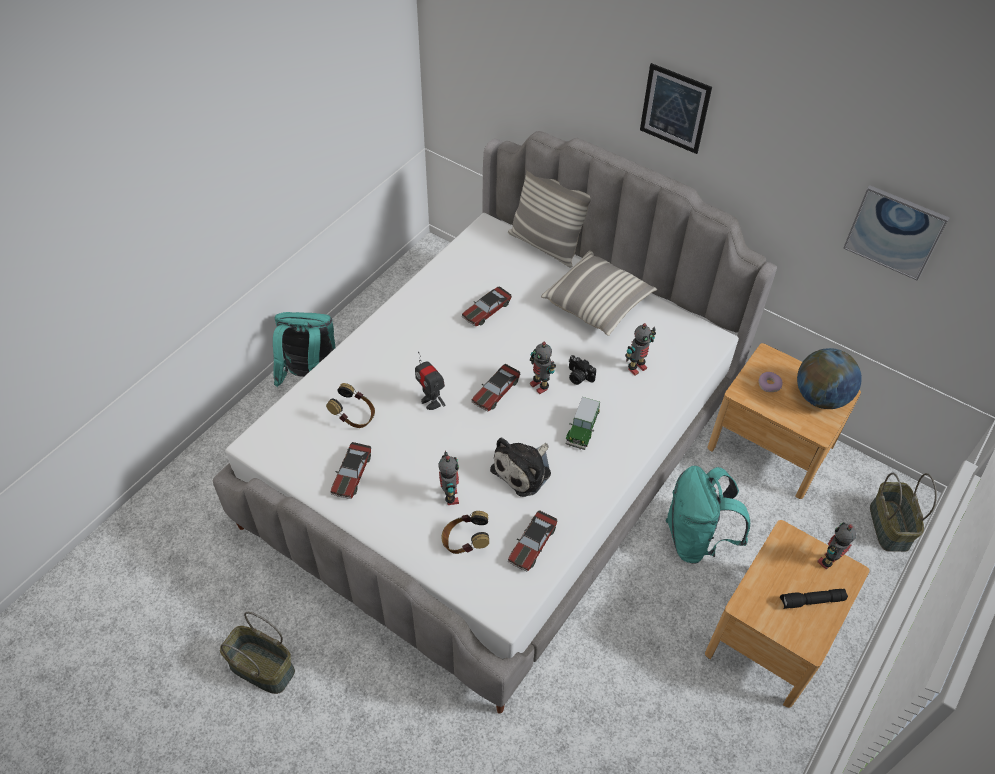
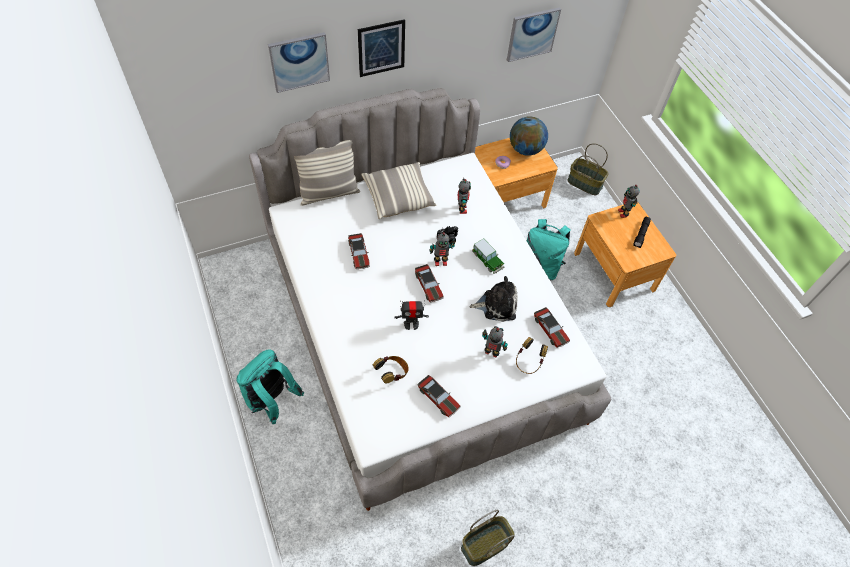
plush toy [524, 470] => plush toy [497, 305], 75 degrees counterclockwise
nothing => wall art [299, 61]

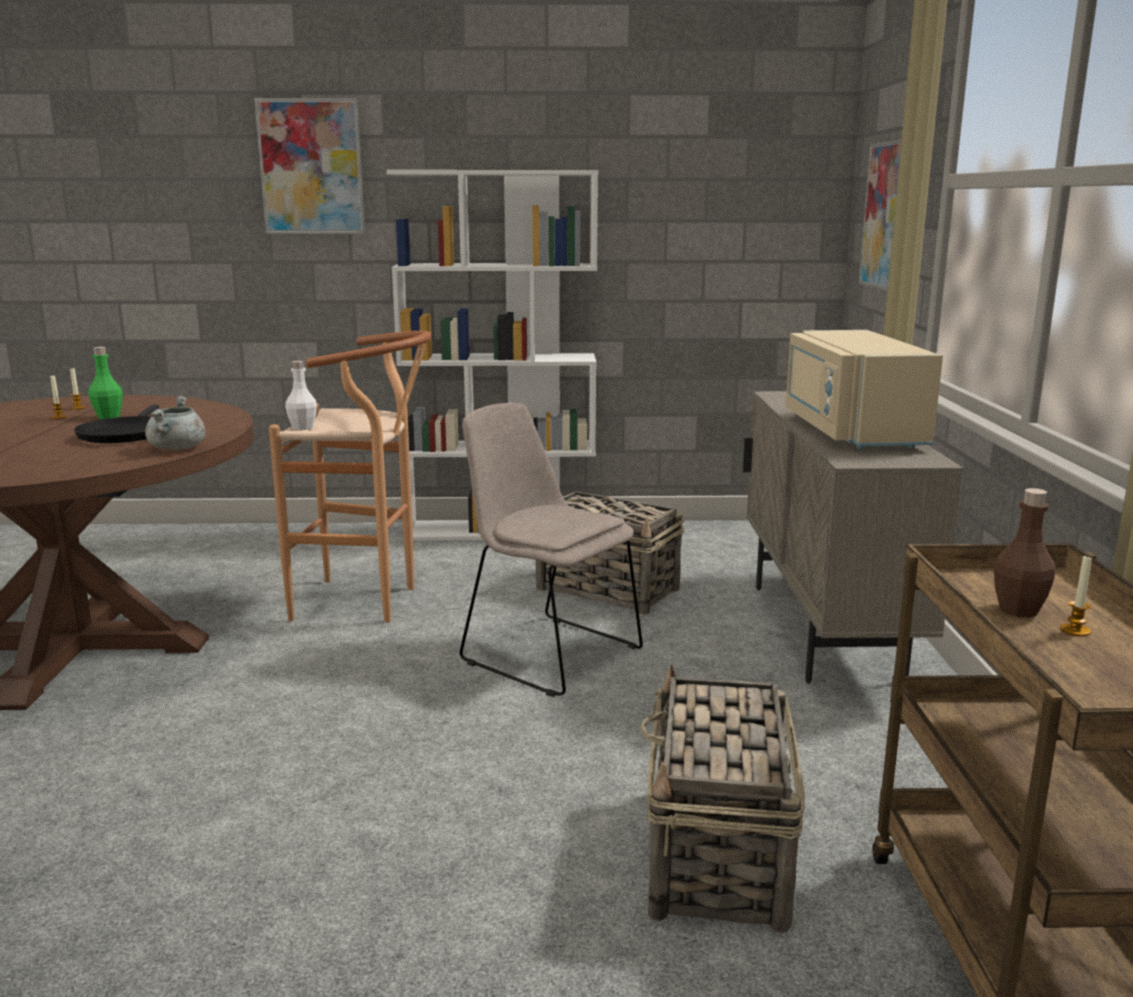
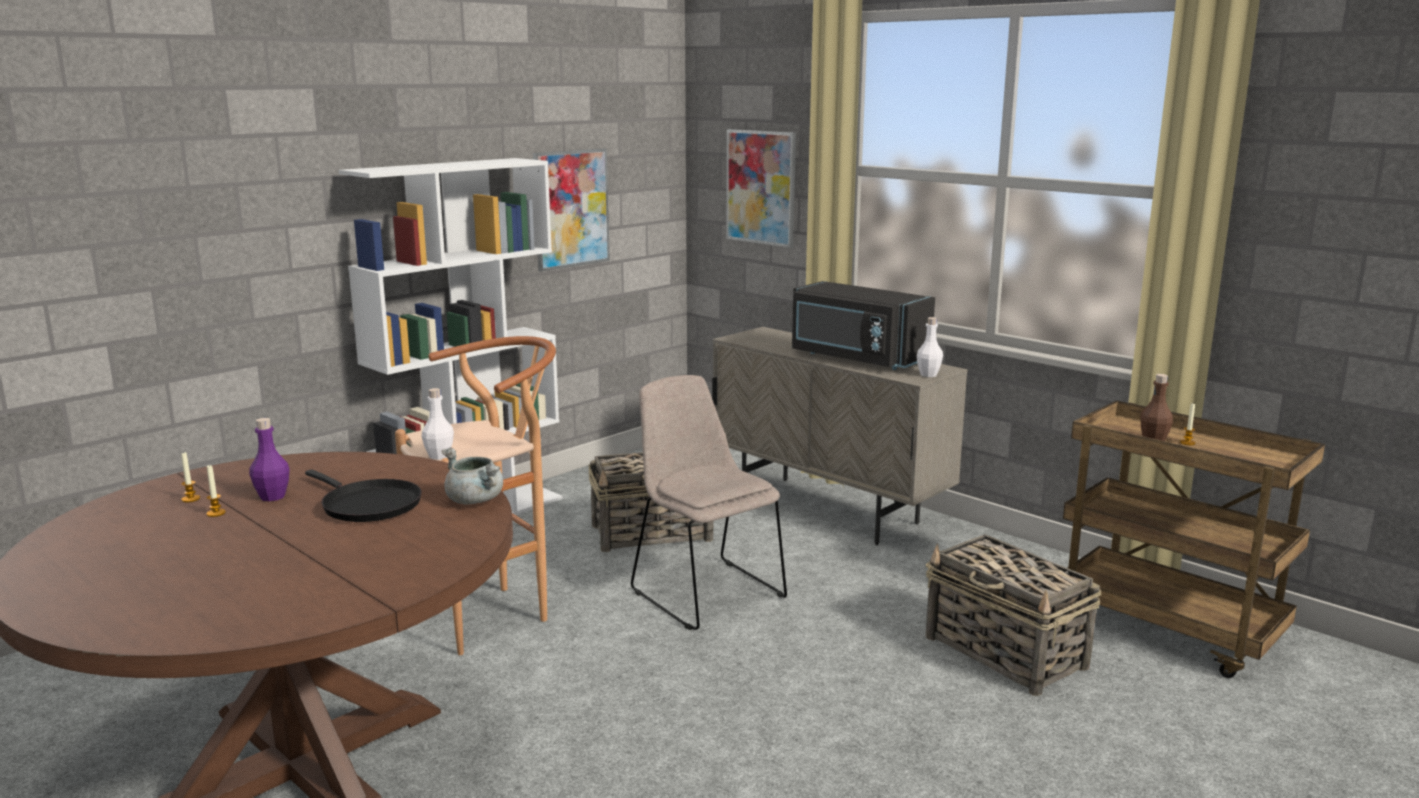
wall art [311, 167] => wall art [571, 209], move
kitchen microwave (beige) [849, 431] => kitchen microwave (blackish) [856, 358]
drink bottle (greenish) [108, 417] => drink bottle (purple-coloured) [272, 497]
chair (beige) [547, 653] => chair (beige) [705, 591], 60 degrees clockwise
nothing => drink bottle (whitish) [928, 375]

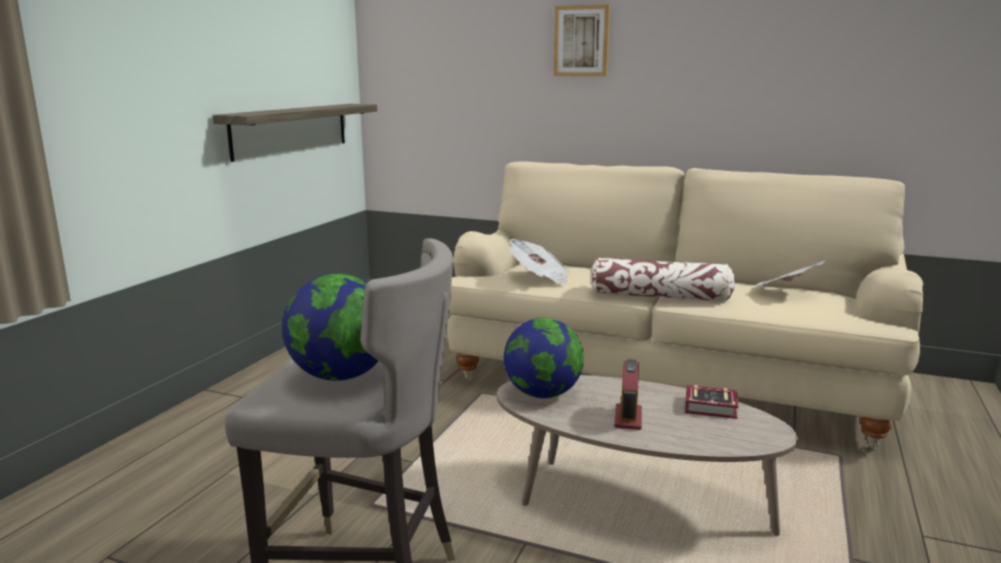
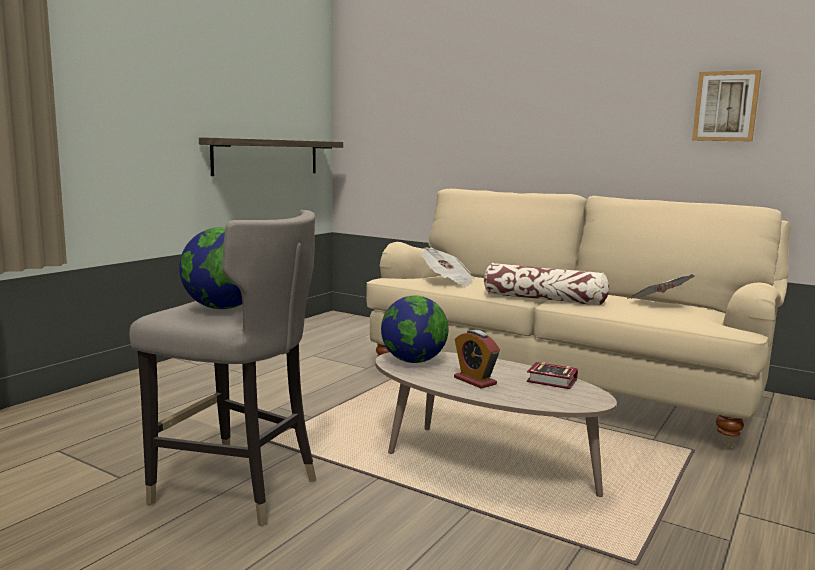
wall art [581, 41] => wall art [726, 106], move
alarm clock [628, 418] => alarm clock [475, 381], 120 degrees clockwise

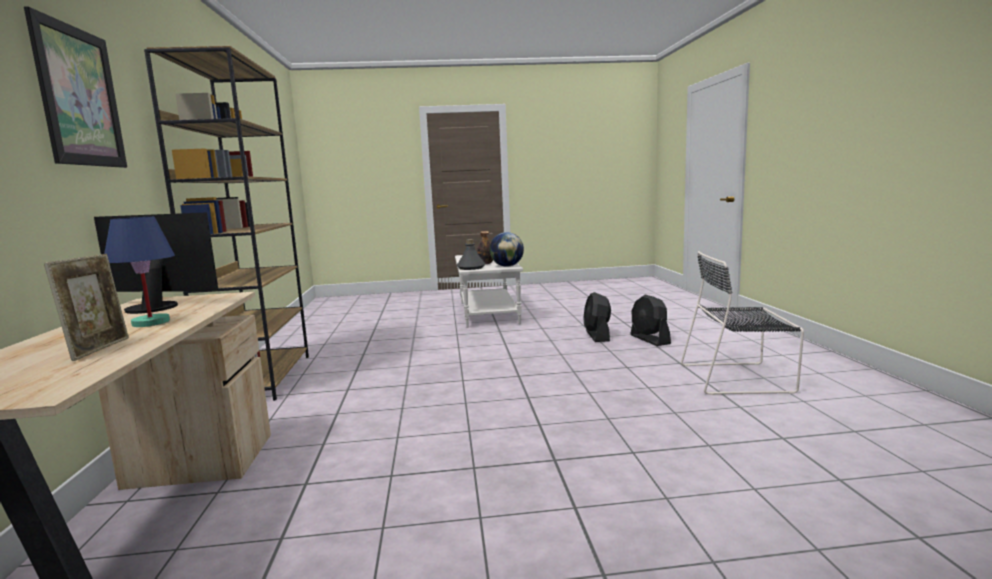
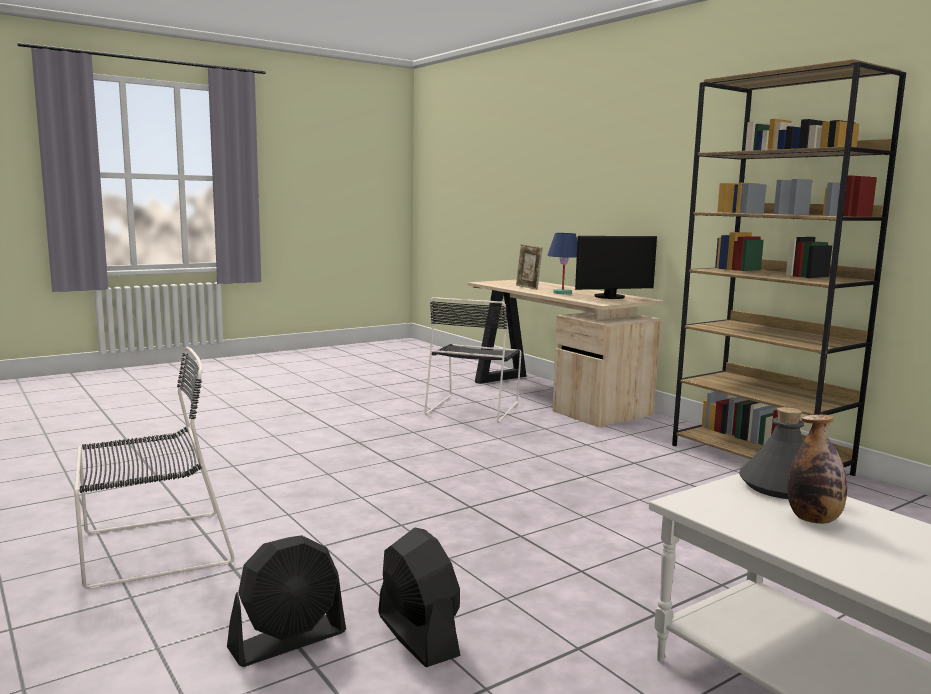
wall art [79, 97] => nothing
world globe [507, 266] => nothing
fan (blackish) [650, 339] => fan (blackish) [288, 640], 105 degrees clockwise
nothing => chair (blackish) [473, 408]

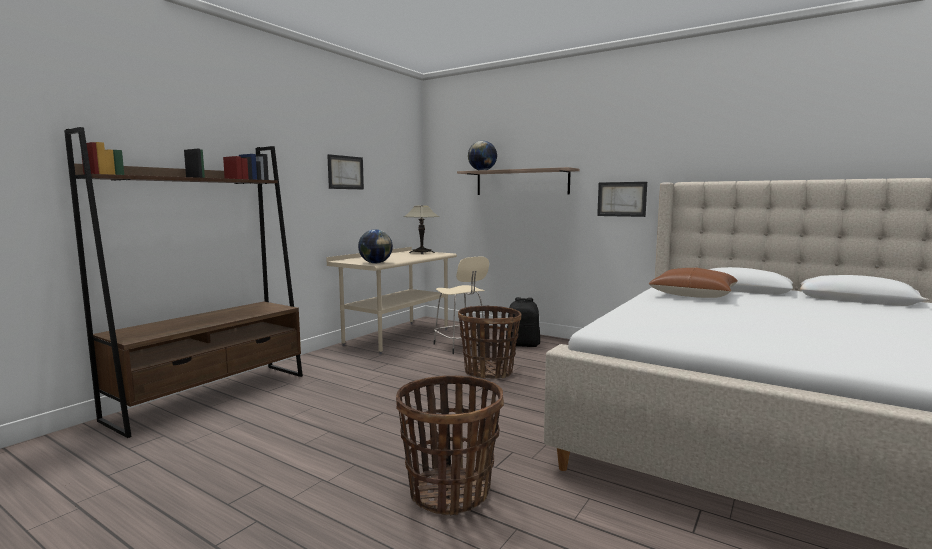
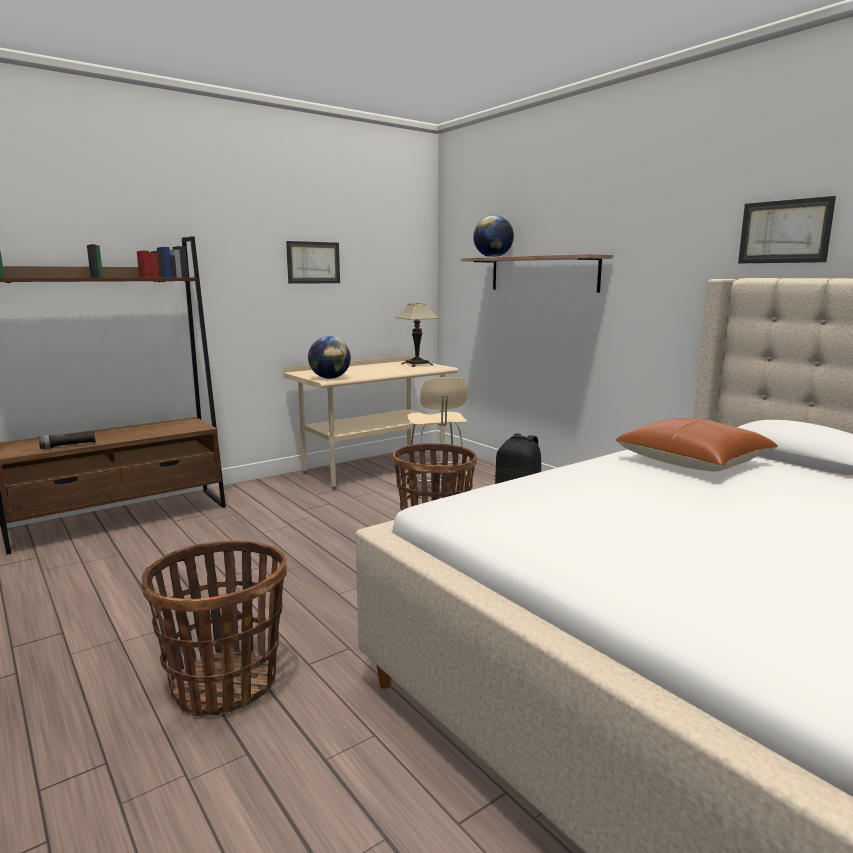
wall art [621, 199] => wall art [784, 231], move
nothing => torch (blackish) [68, 446]

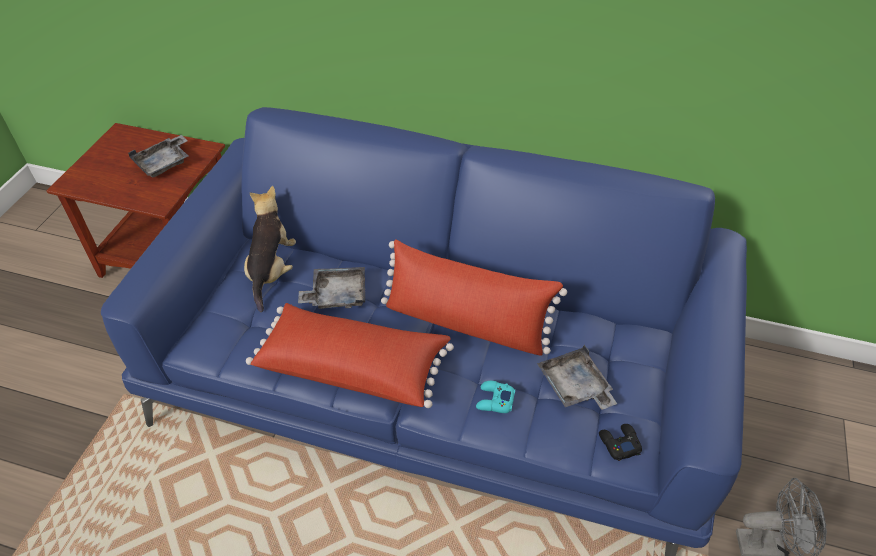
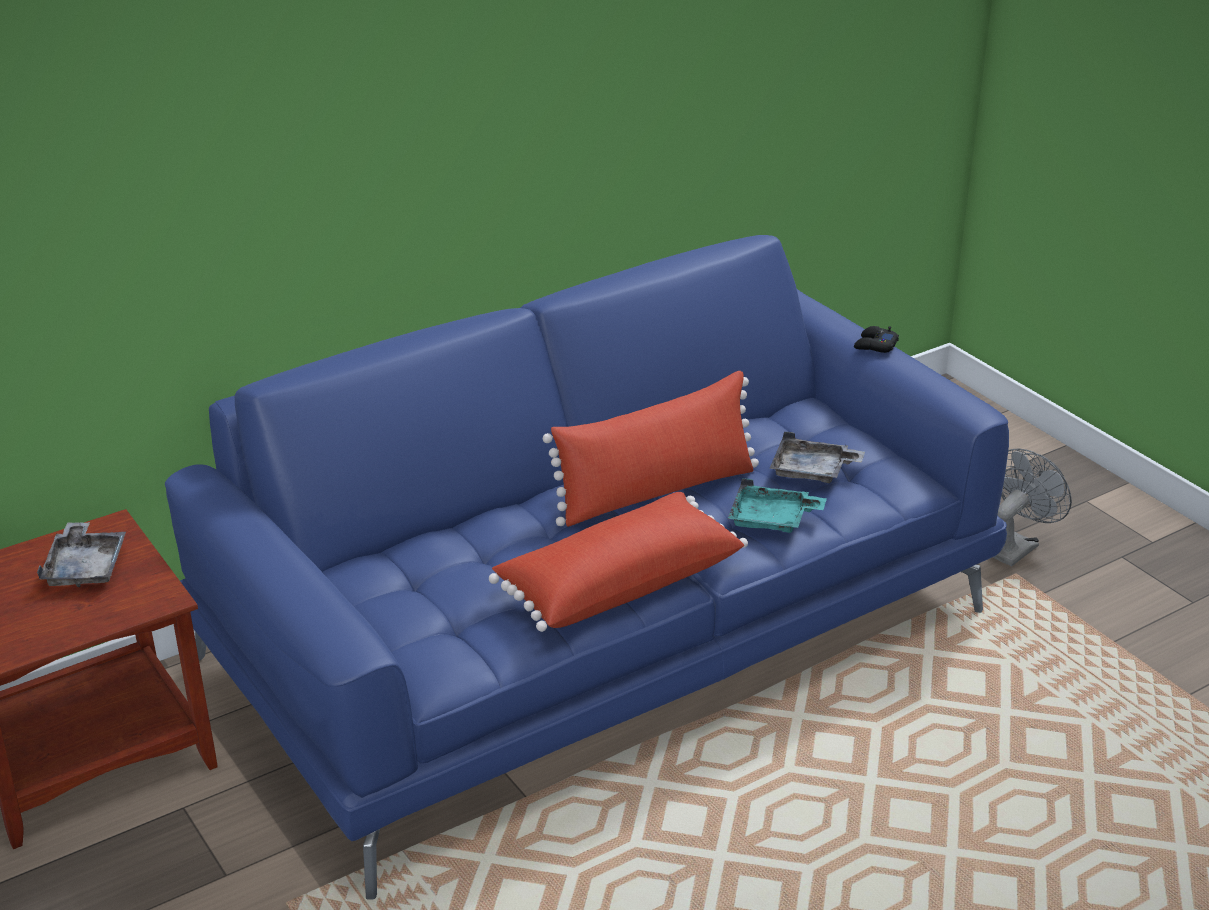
plush toy [272, 270] => nothing
carrying tray (greyish) [336, 295] => nothing
gamepad (turquoise) [494, 400] => carrying tray (turquoise) [772, 520]
gamepad (blackish) [619, 443] => gamepad (blackish) [875, 345], move

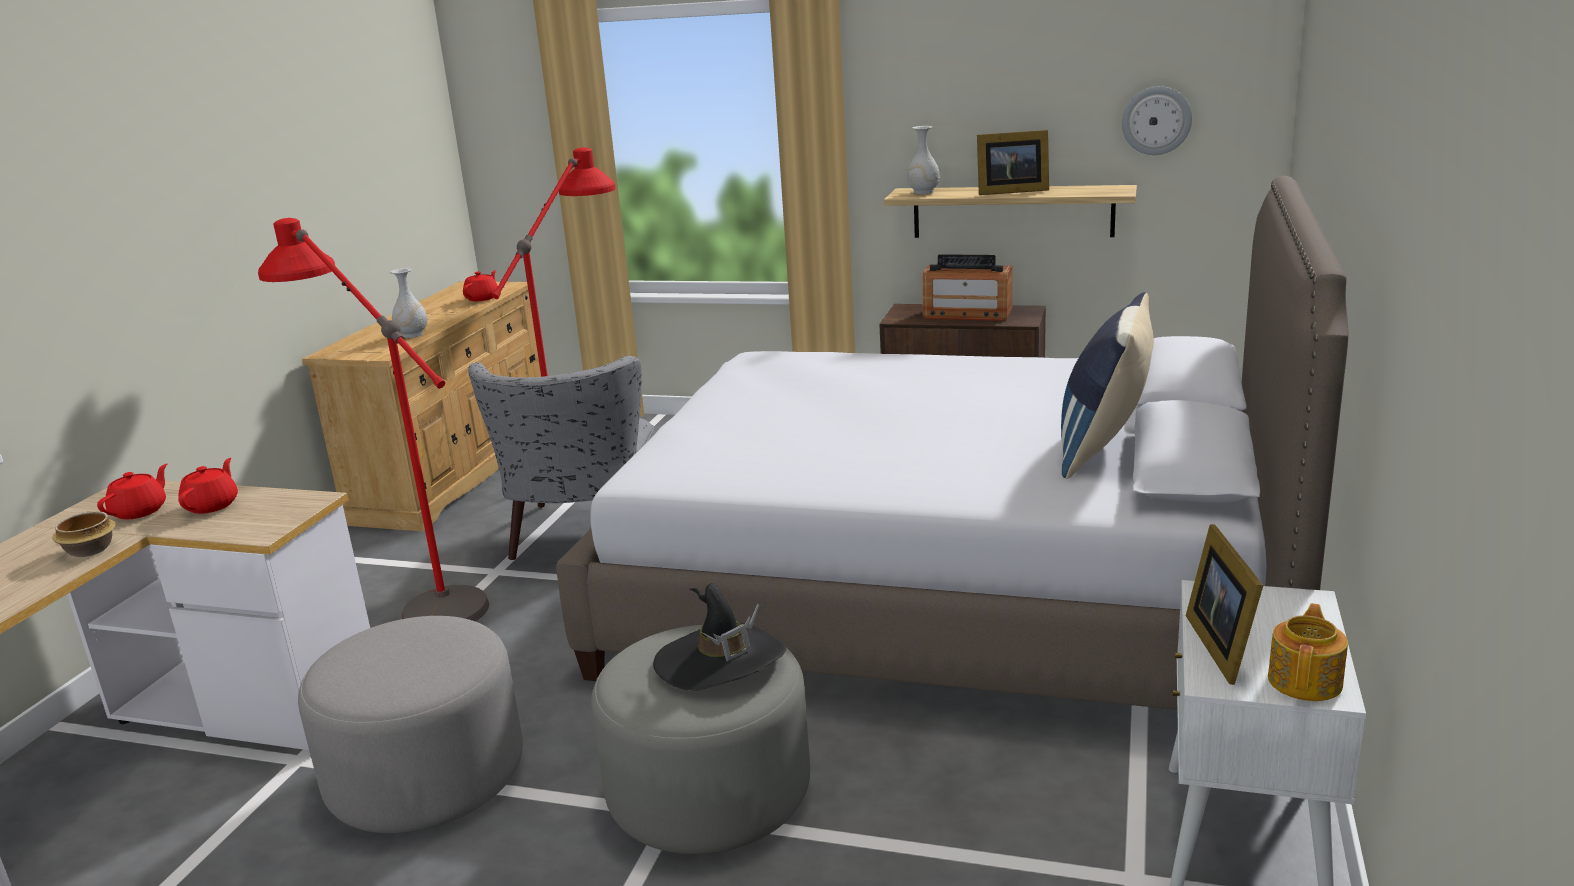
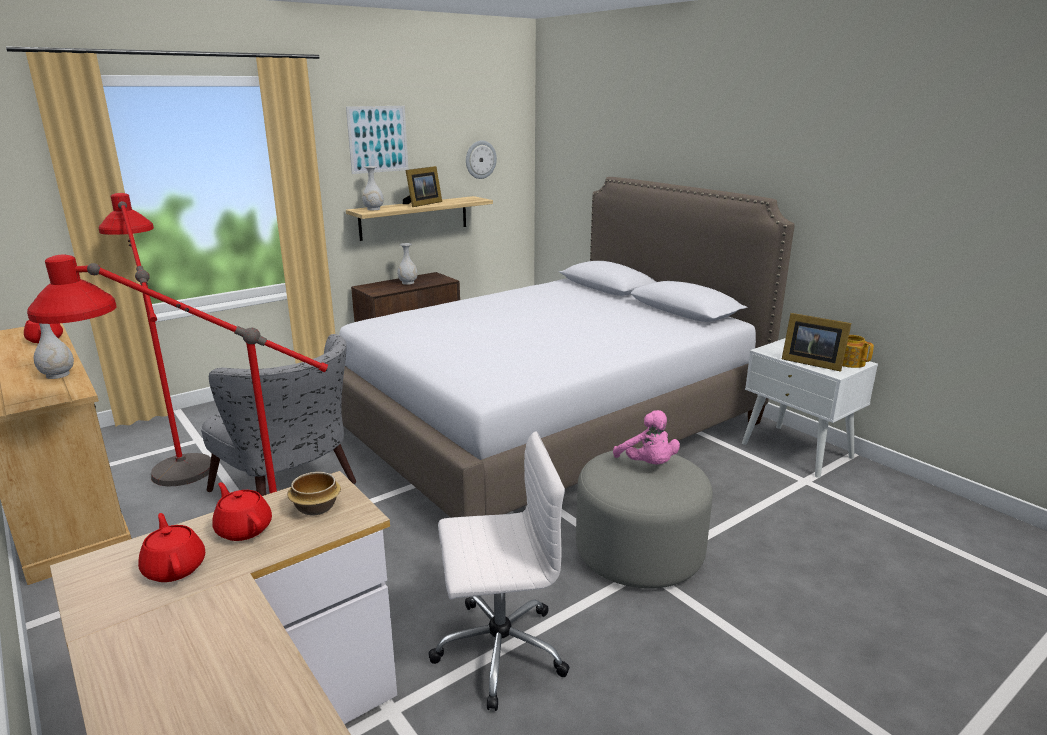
radio set [967, 314] => flower vase (whitish) [408, 282]
cushion (blue-coloured) [1104, 450] => nothing
bowl [90, 549] => bowl [315, 507], move
wearable hat (blackish) [720, 662] => plush toy (pink-coloured) [648, 465]
pouffe (greyish) [426, 777] => computer chair (whitish) [497, 650]
nothing => wall art [378, 139]

